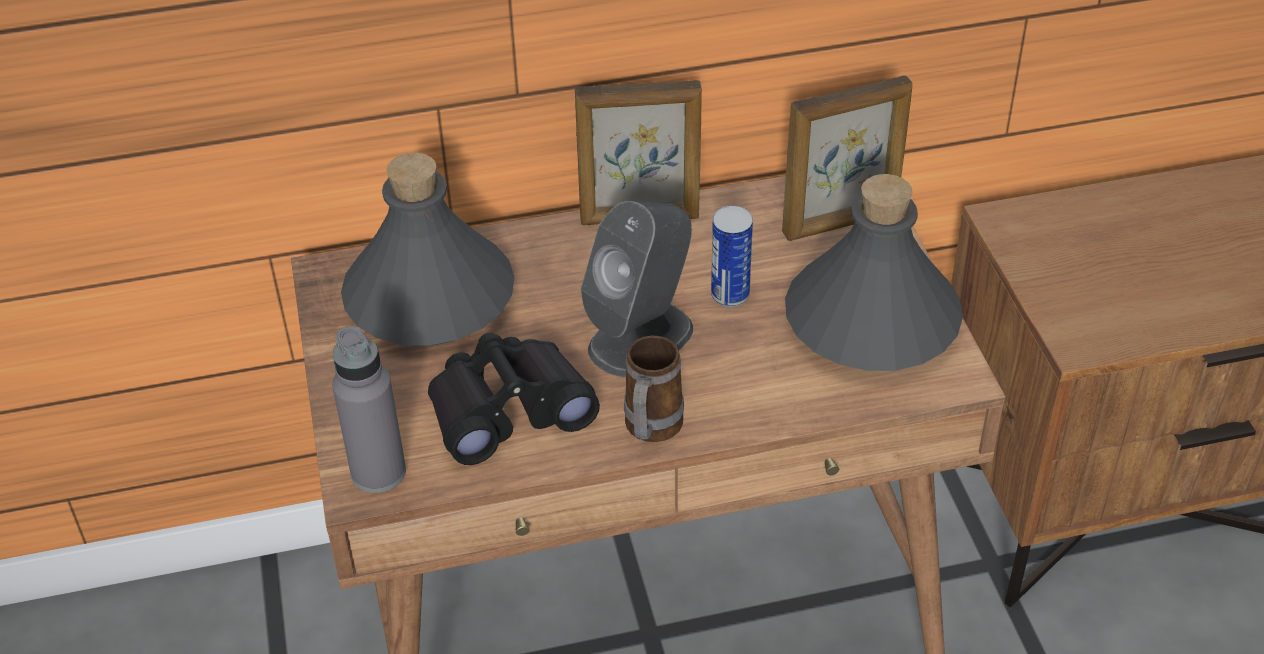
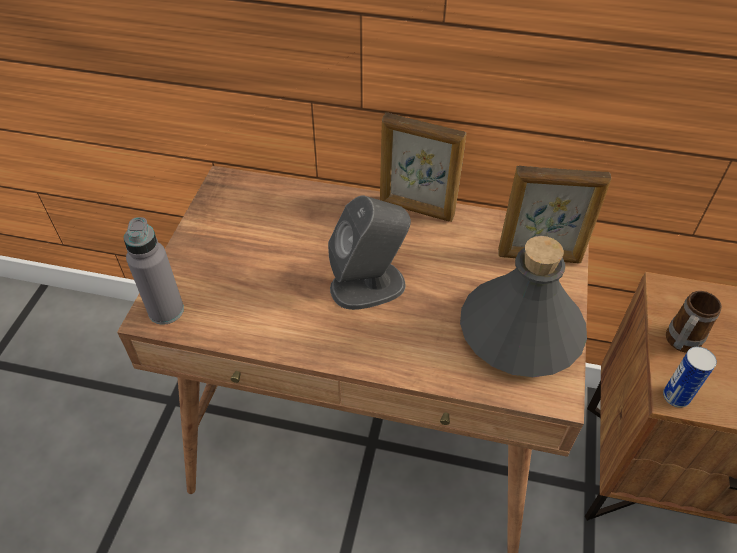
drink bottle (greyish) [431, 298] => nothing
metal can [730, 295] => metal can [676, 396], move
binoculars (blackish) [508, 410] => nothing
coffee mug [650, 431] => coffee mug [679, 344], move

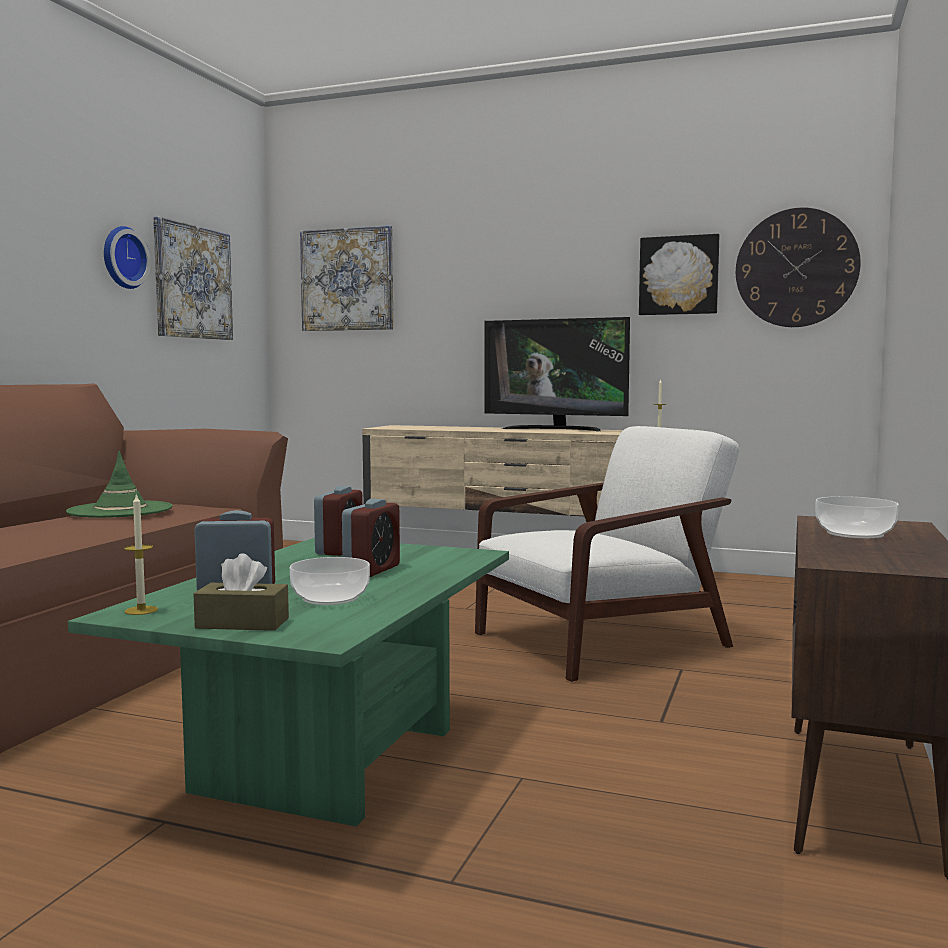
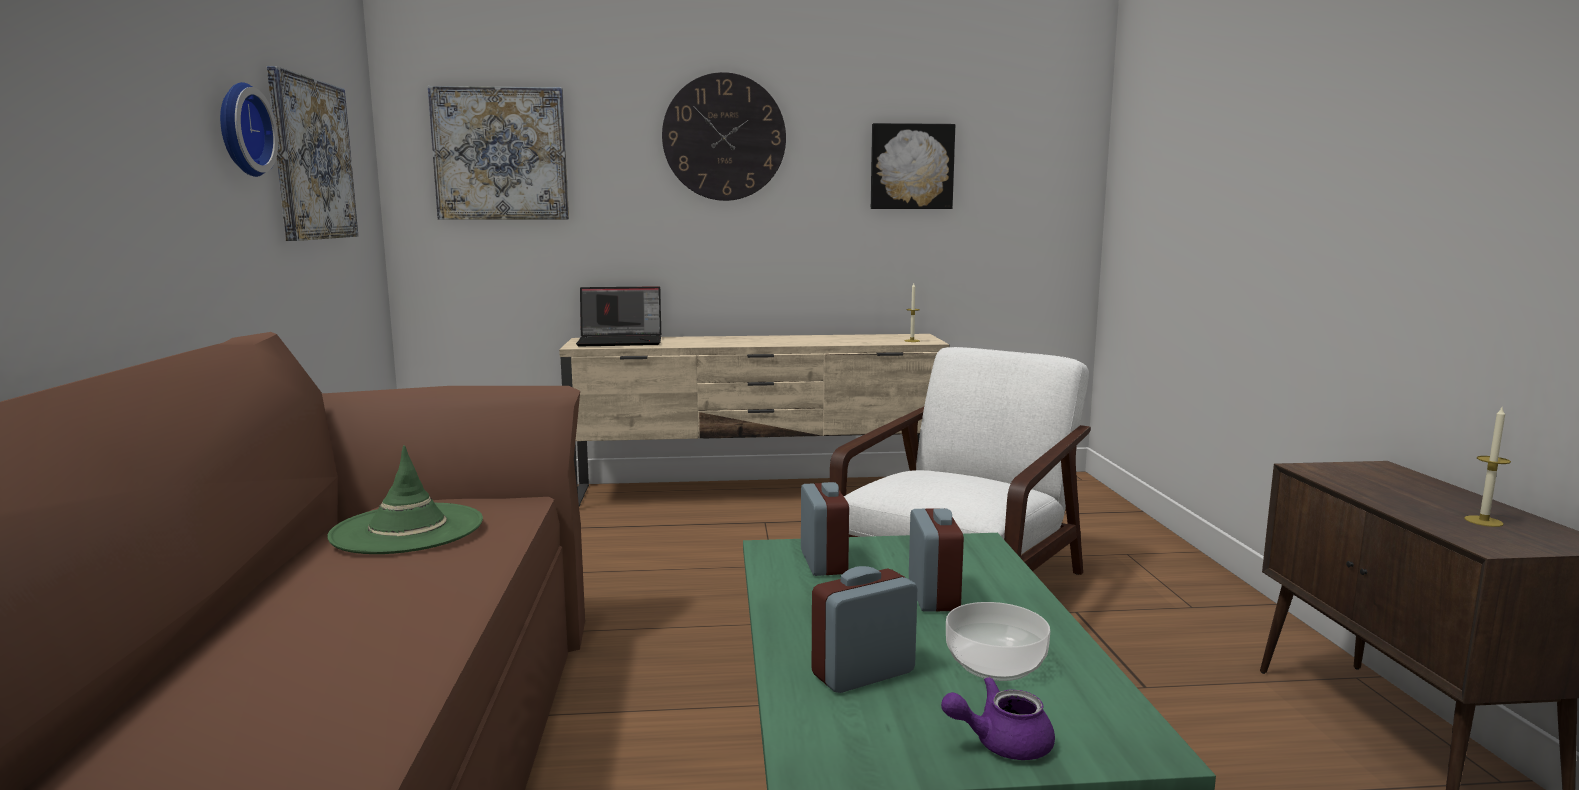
wall clock [796, 268] => wall clock [724, 137], move
TV set [556, 429] => nothing
wax candle [141, 610] => wax candle [1483, 521], move
bowl [855, 534] => nothing
tissue holder (brownish) [242, 623] => tea pot (purple-coloured) [1001, 743]
nothing => notebook computer [621, 341]

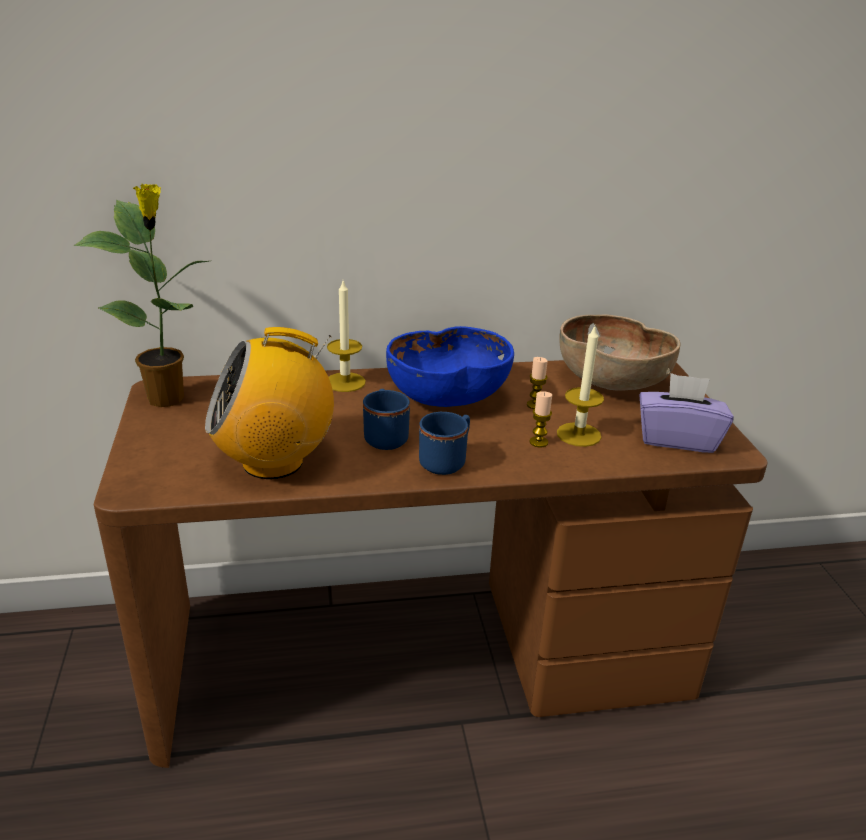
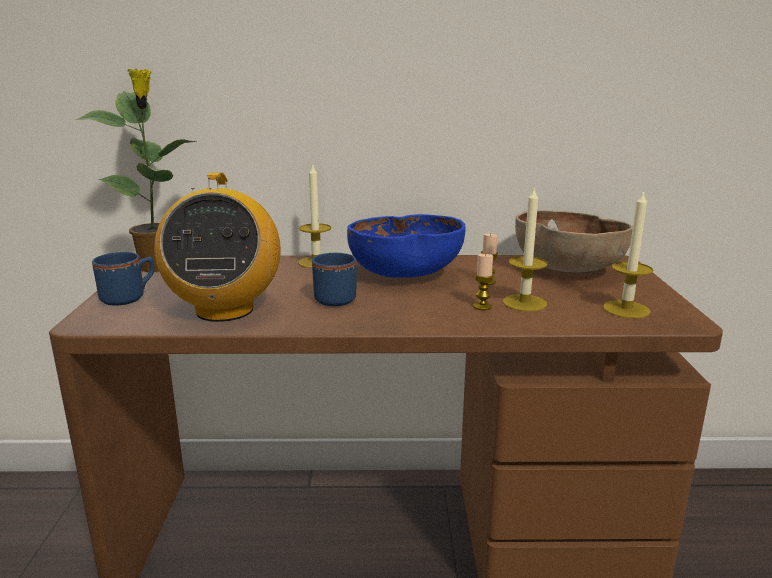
radio set [274, 462] => radio set [224, 310], 90 degrees counterclockwise
tissue holder (purple-coloured) [677, 438] => wax candle [626, 309]
coffee mug (blue-coloured) [447, 461] => coffee mug (blue-coloured) [129, 297], move

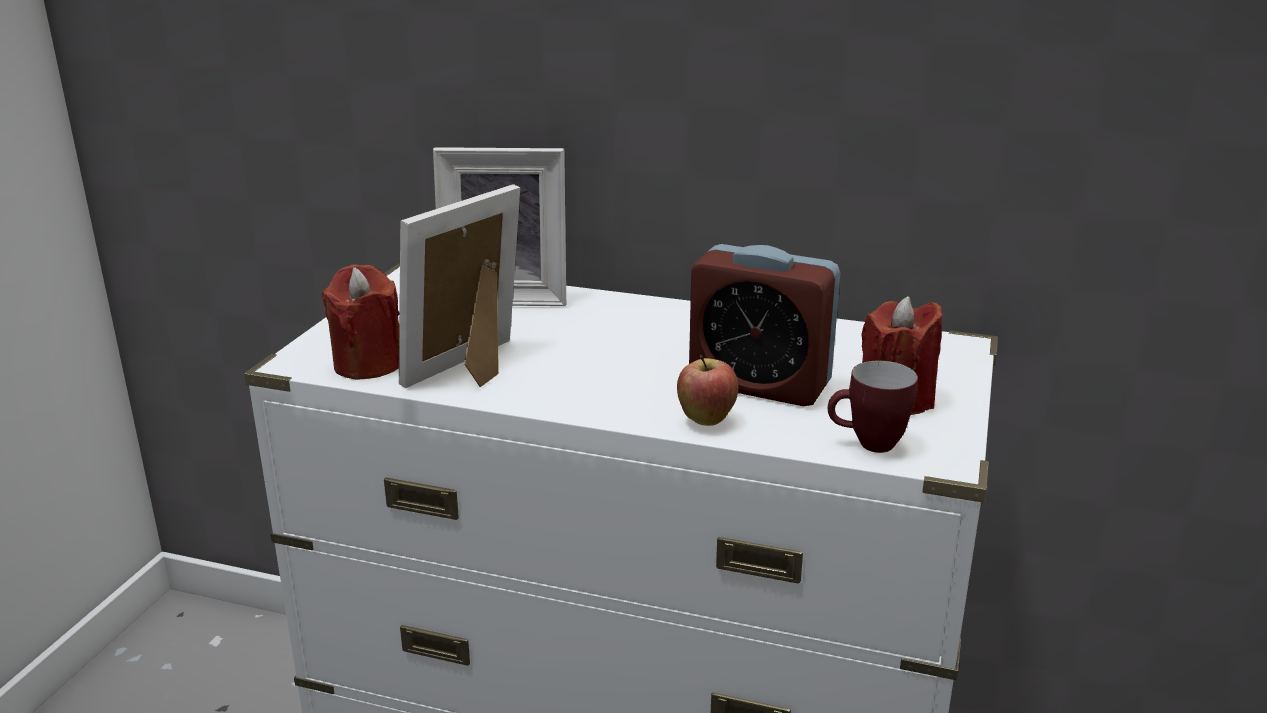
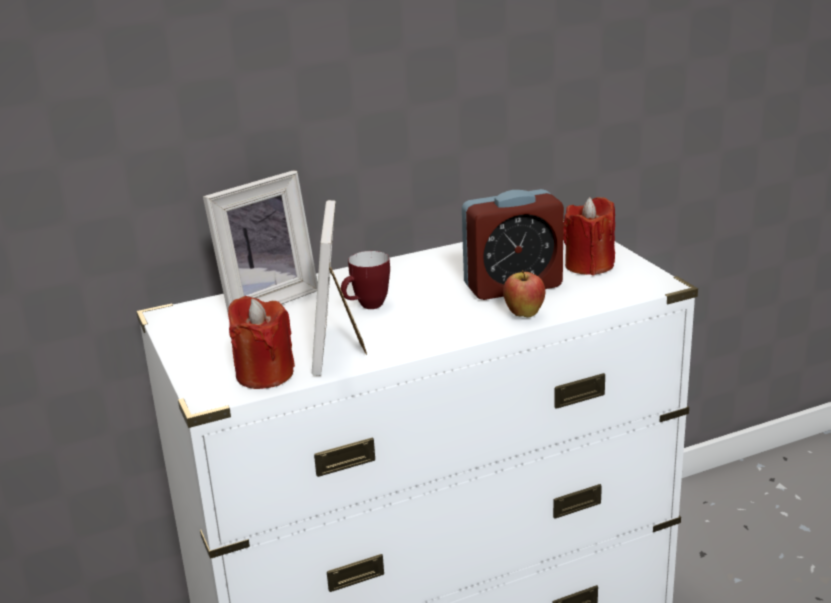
coffee mug [867, 445] => coffee mug [367, 307], move

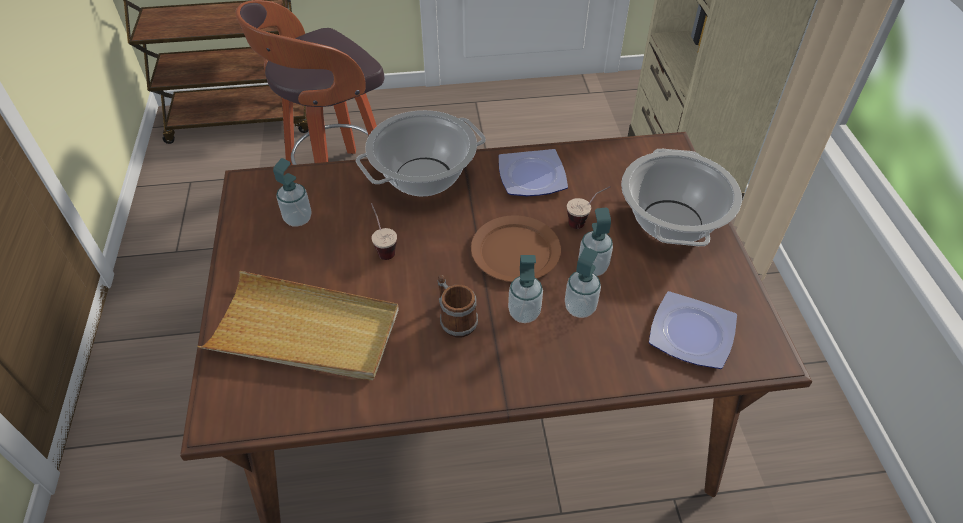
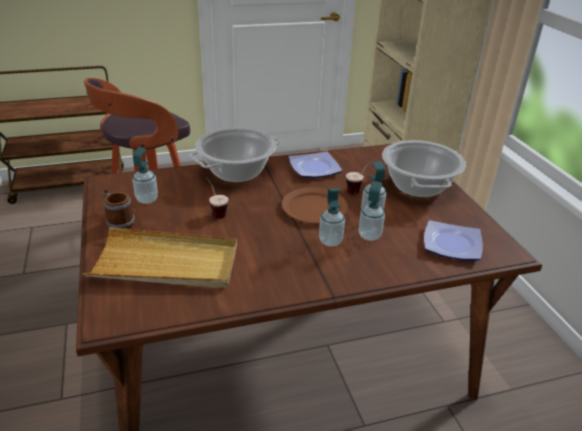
coffee mug [454, 319] => coffee mug [118, 222], move

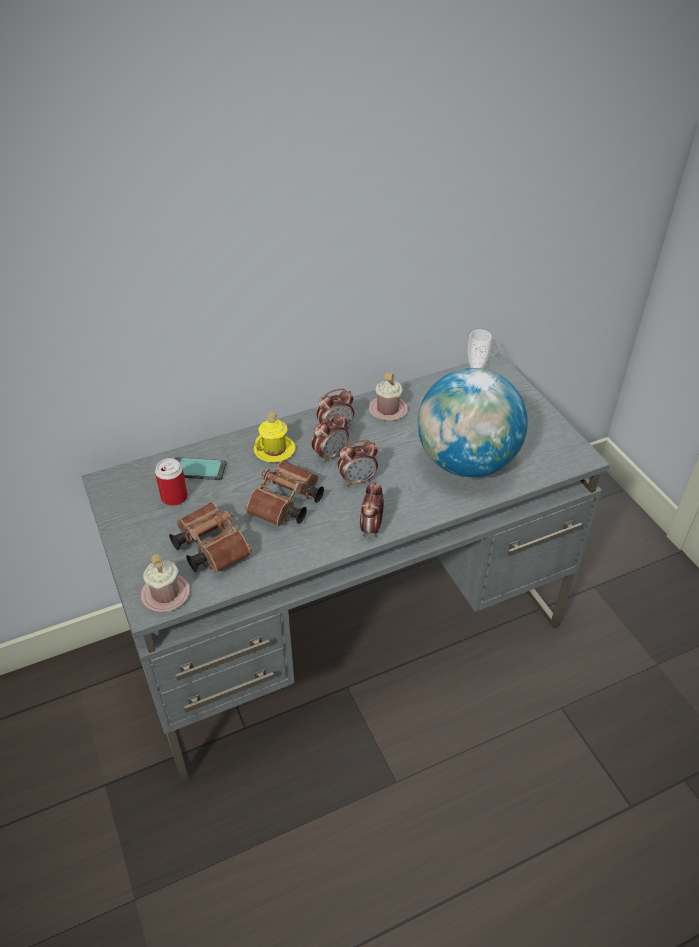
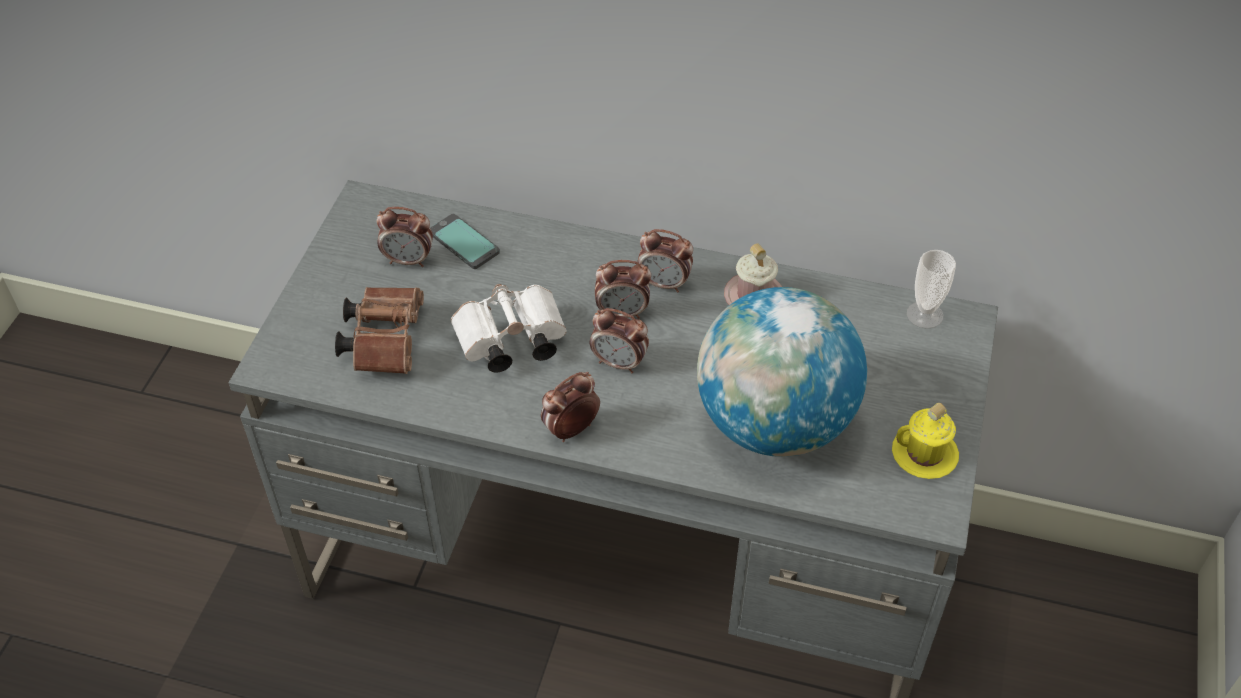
coffee mug (yellowish) [274, 450] => coffee mug (yellowish) [924, 454], move
metal can [174, 497] => alarm clock [409, 260]
binoculars (brownish) [285, 505] => binoculars (whitish) [508, 343]
coffee mug (pink-coloured) [165, 594] => nothing

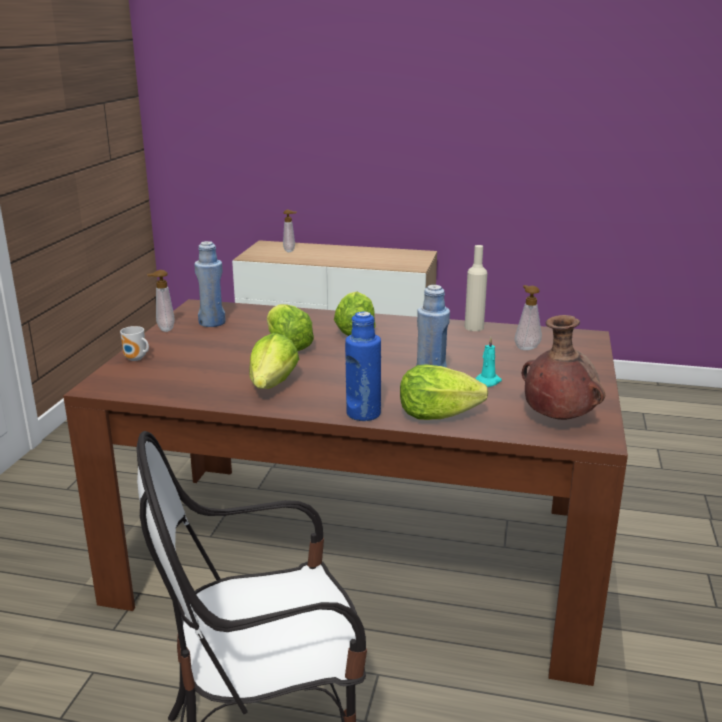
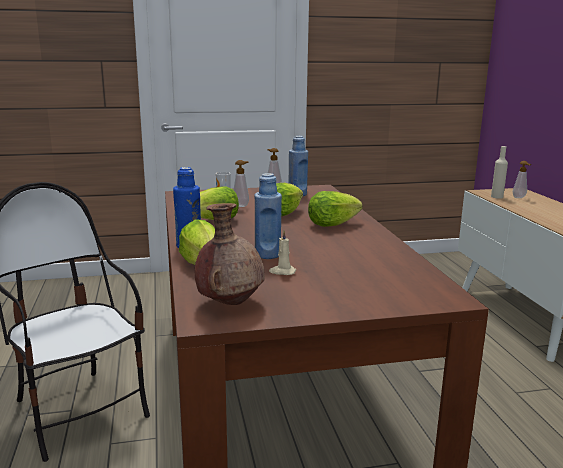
drink bottle (beige) [474, 327] => drink bottle (beige) [497, 197], move
soap dispenser [526, 347] => soap dispenser [242, 205], move
wax candle (turquoise) [487, 382] => wax candle (beige) [282, 272]

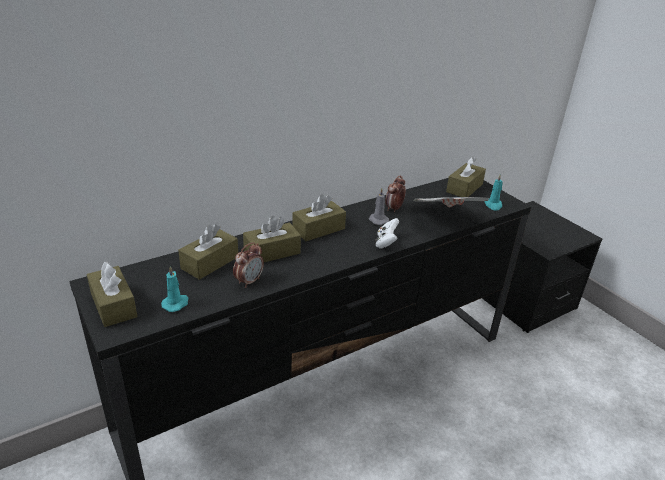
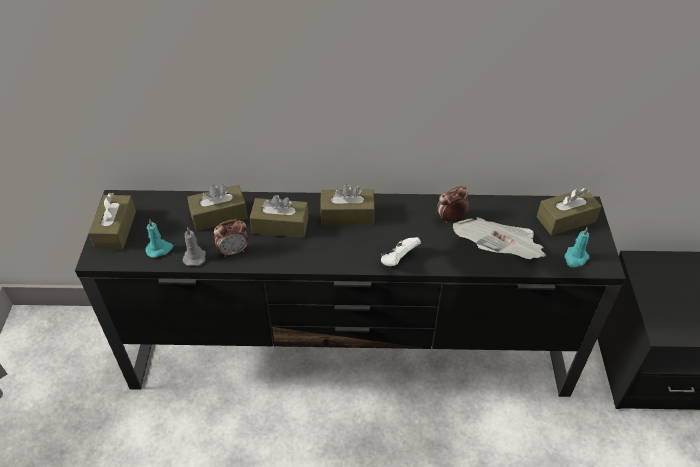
wax candle (greyish) [377, 220] => wax candle (greyish) [195, 256], move

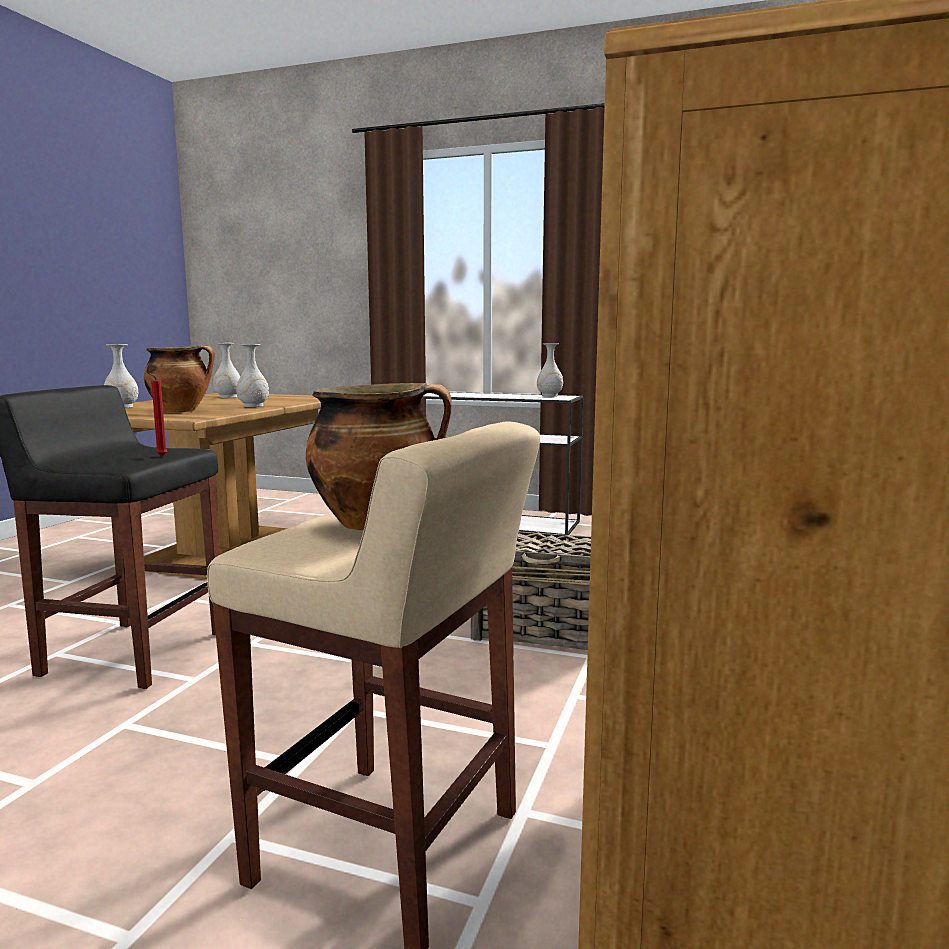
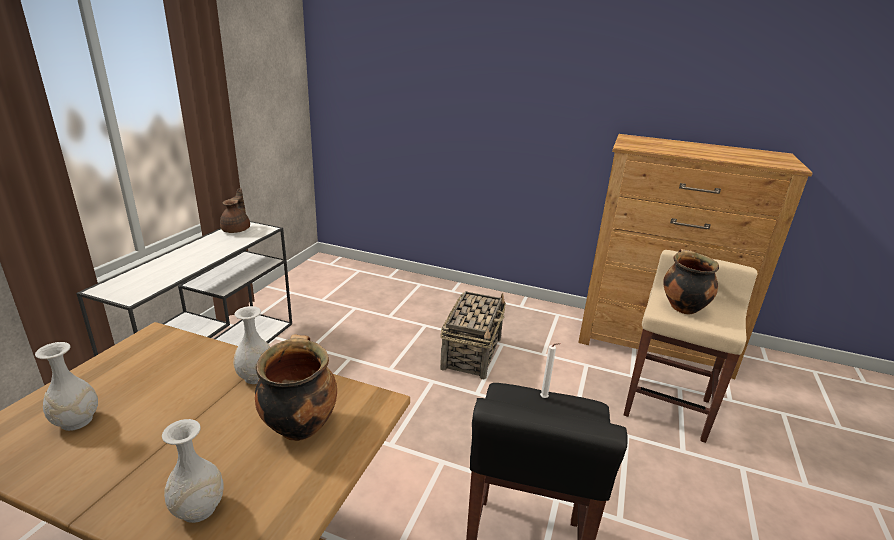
flower vase (whitish) [549, 396] => tea pot (brownish) [237, 229]
wax candle (red) [160, 456] => wax candle (whitish) [545, 398]

